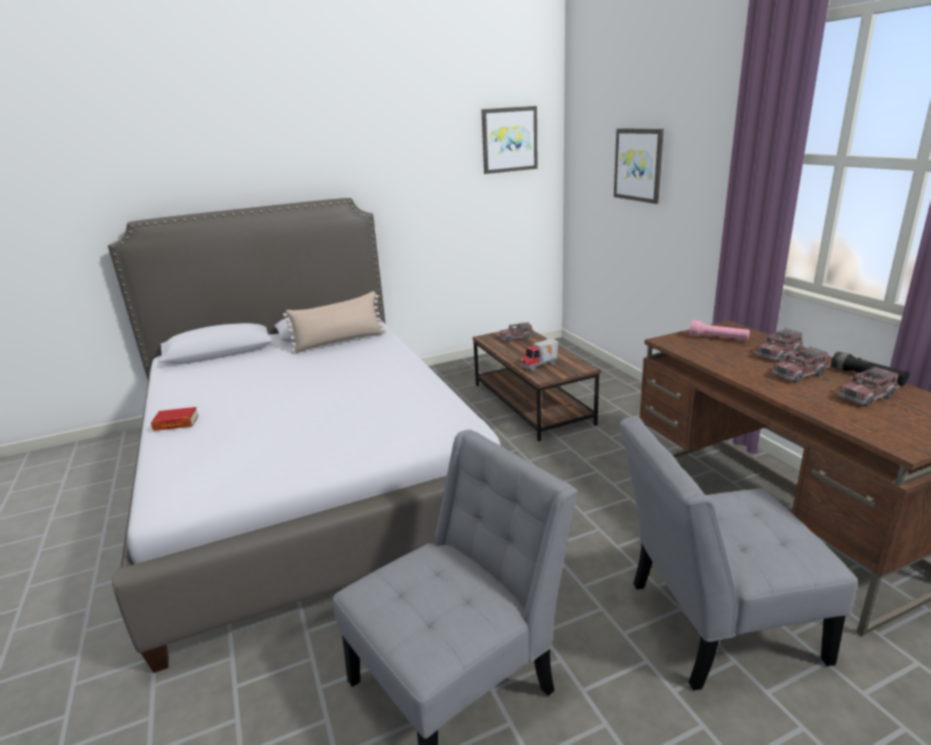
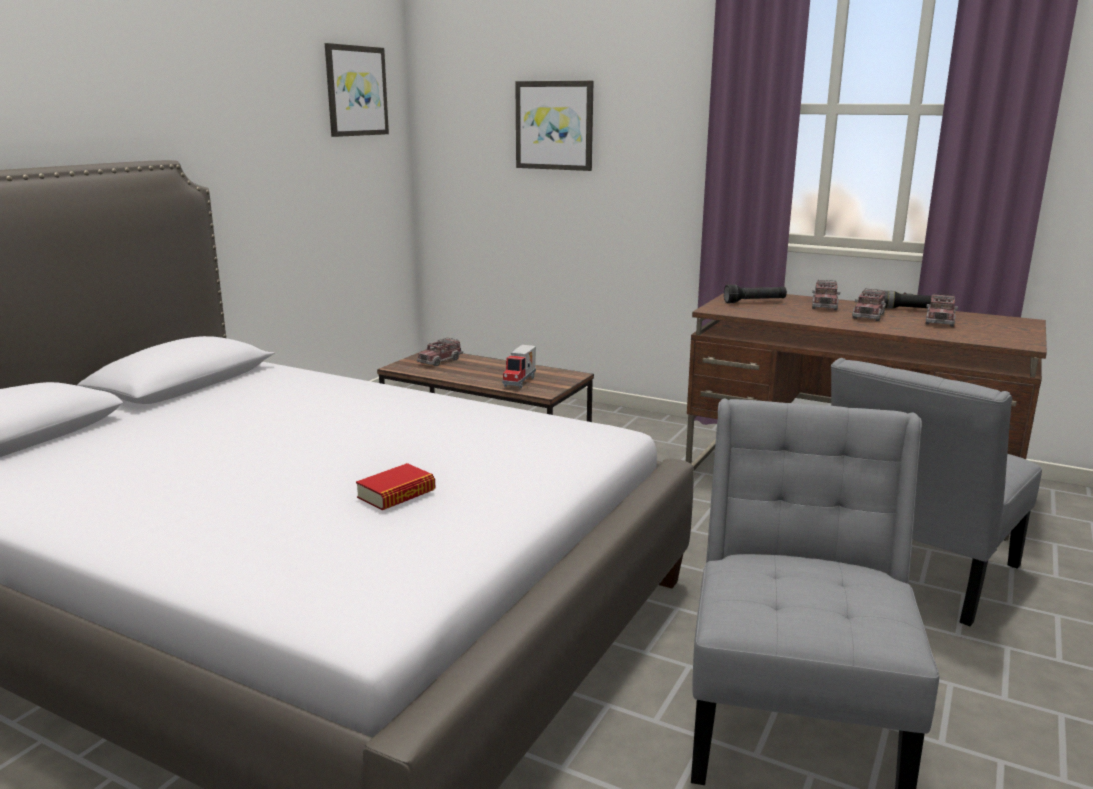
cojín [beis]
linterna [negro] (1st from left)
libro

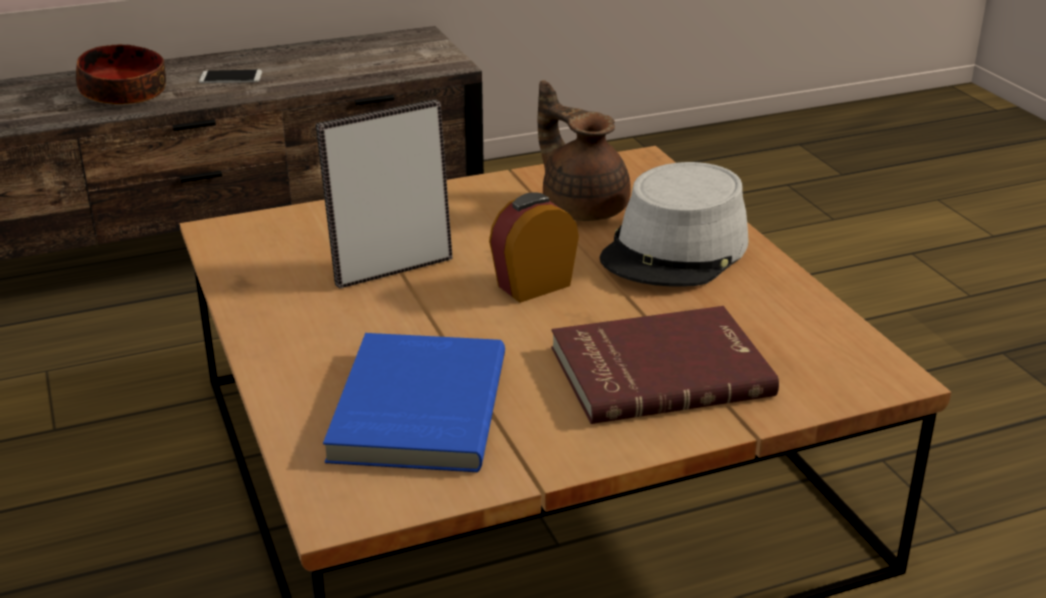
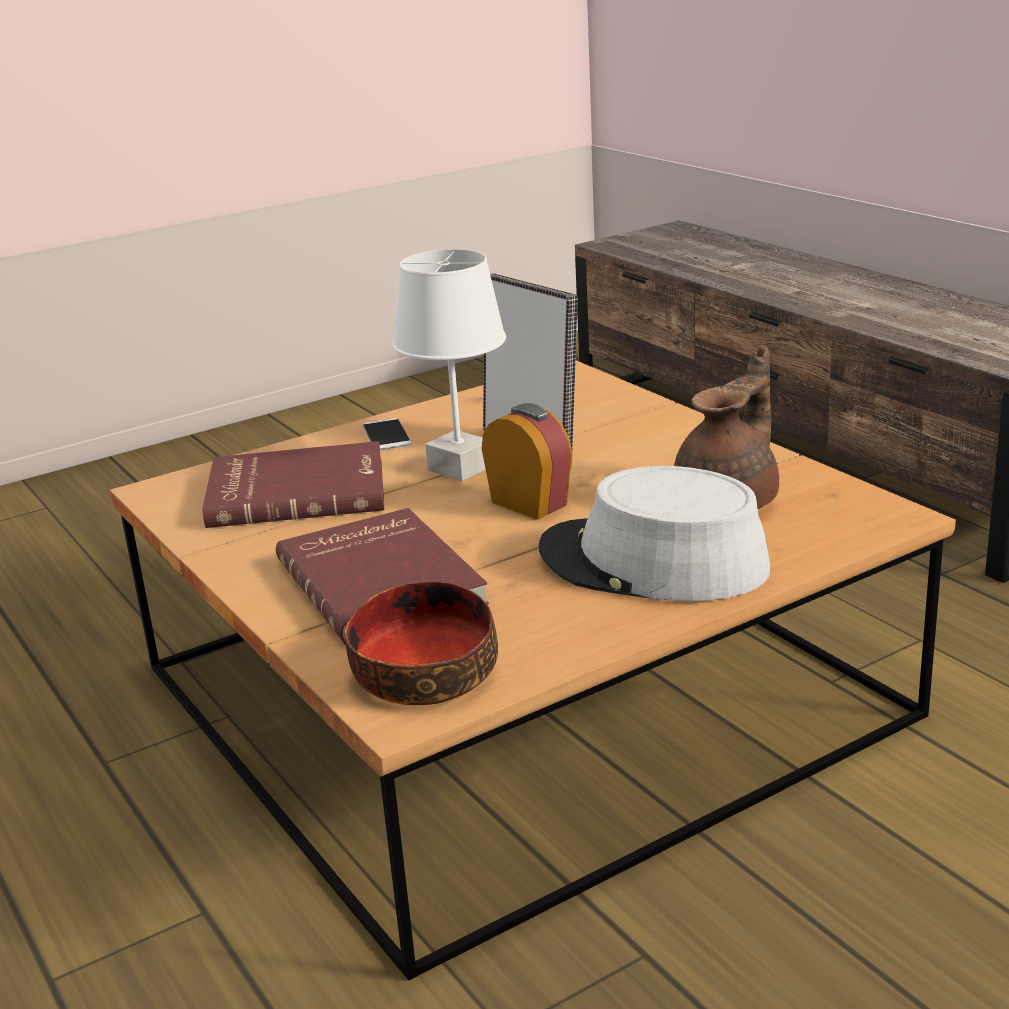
cuenco
móvil
libro [rojo] (1st from left)
lámpara de mesa [blanco]

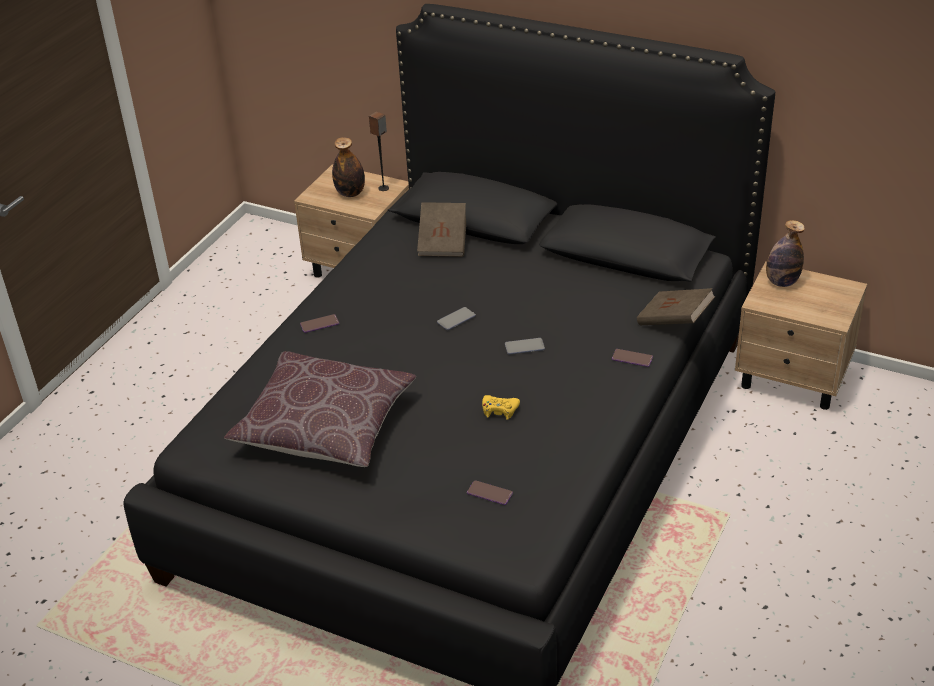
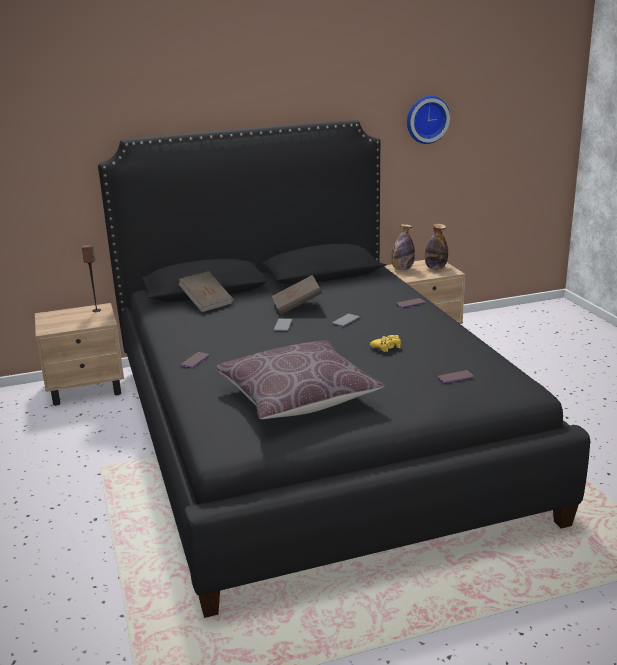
botella (2nd from left)
libro [marrón] (2nd from left)
reloj de pared

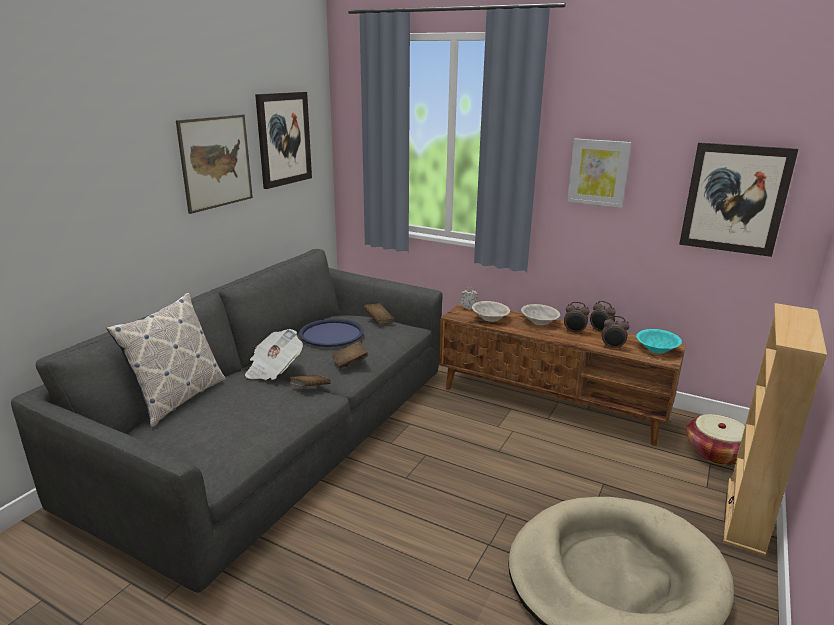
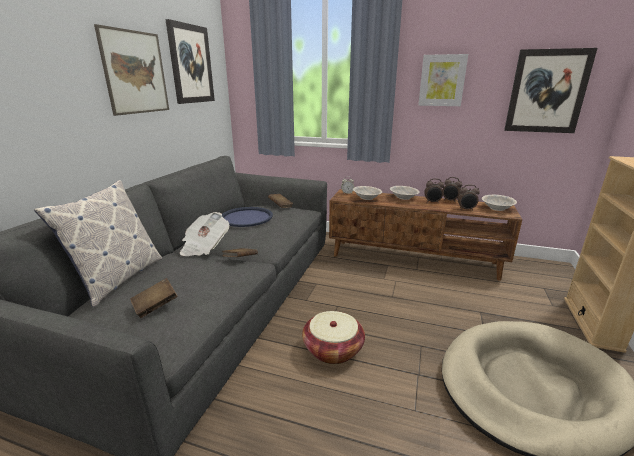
cuenco [beis] (3rd from left)
libro [marrón] (1st from left)
cesta

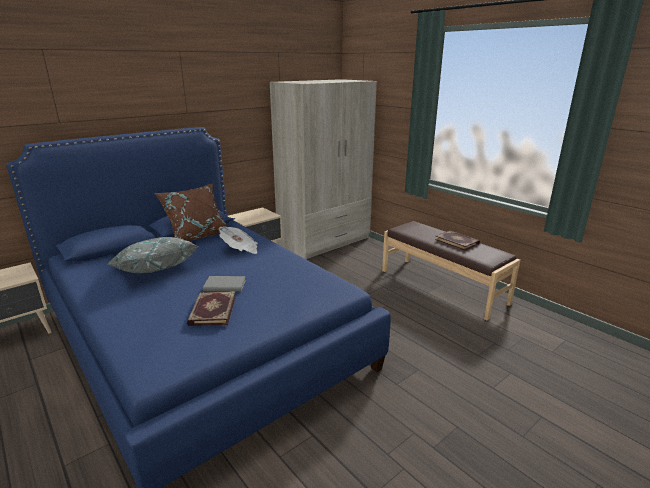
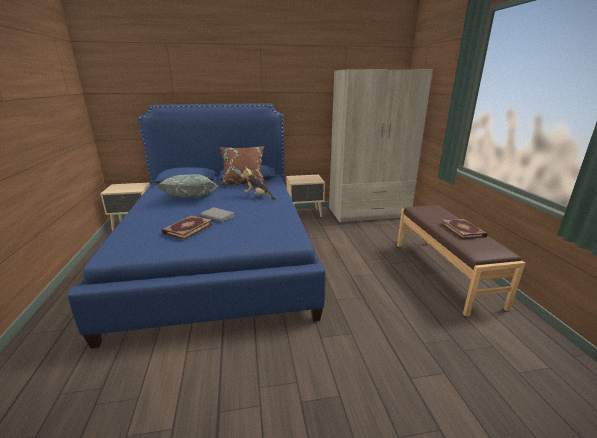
peluche

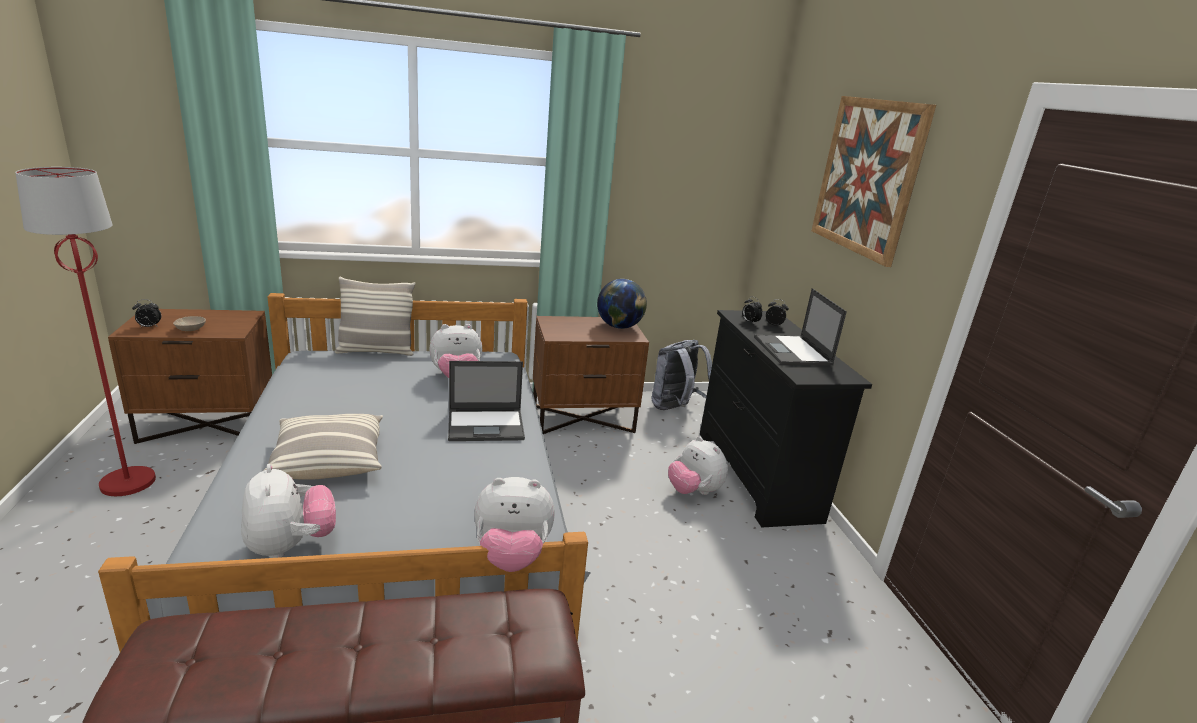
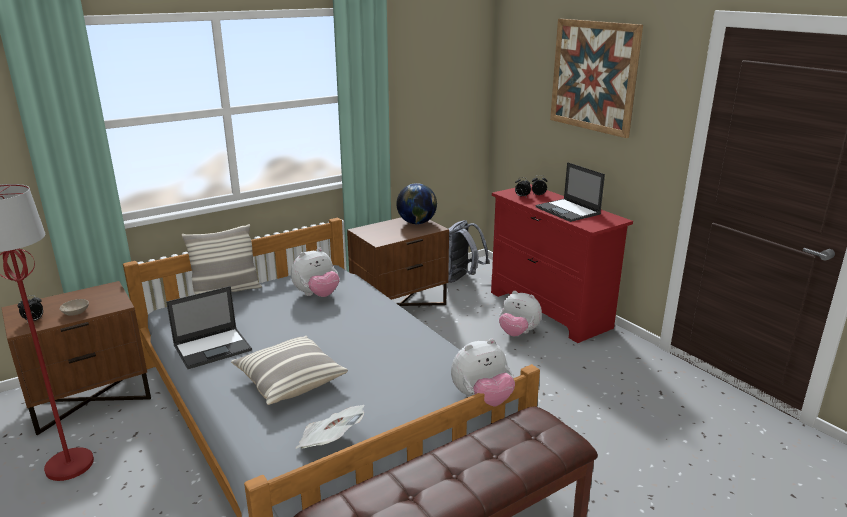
cómoda [rojo]
portátil (1st from left)
periódico

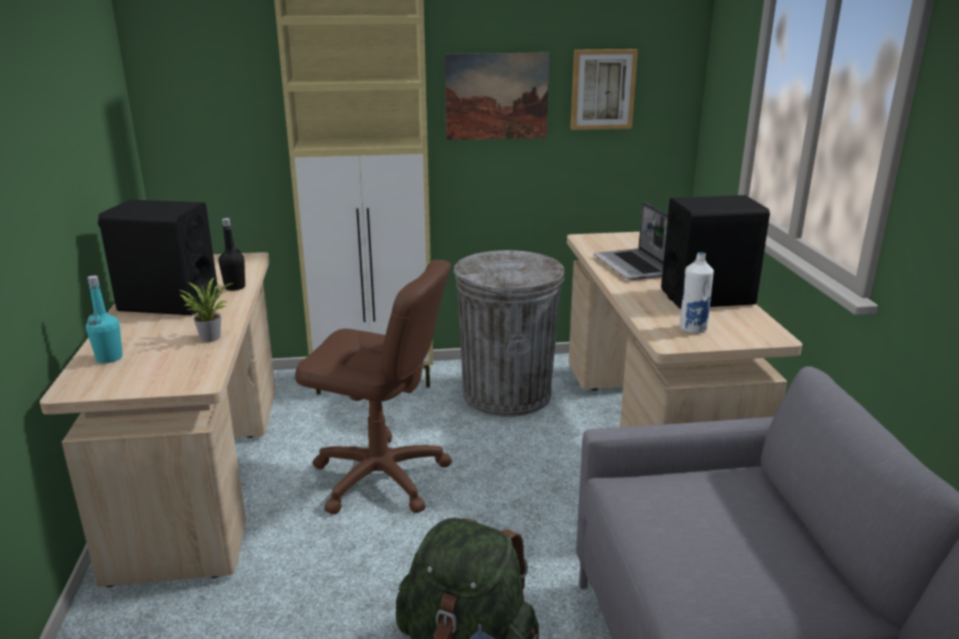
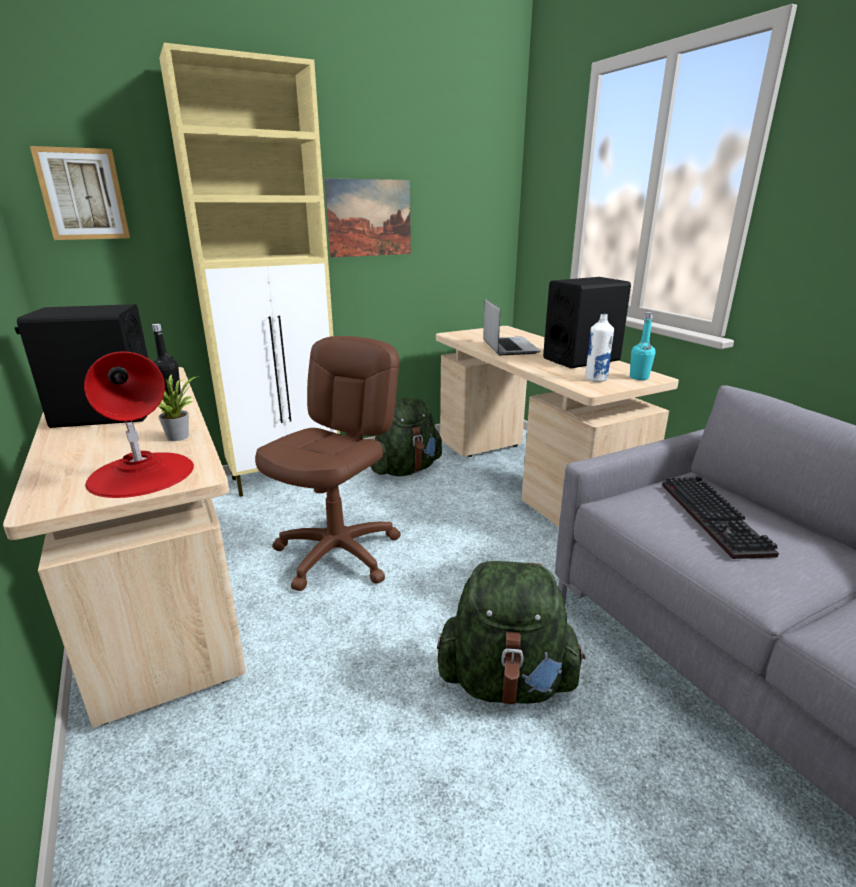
cuadro (1st from left)
portátil
mochila [verde] (1st from left)
silla de oficina [marrón]
botella [turquesa]
lámpara de mesa [rojo]
teclado

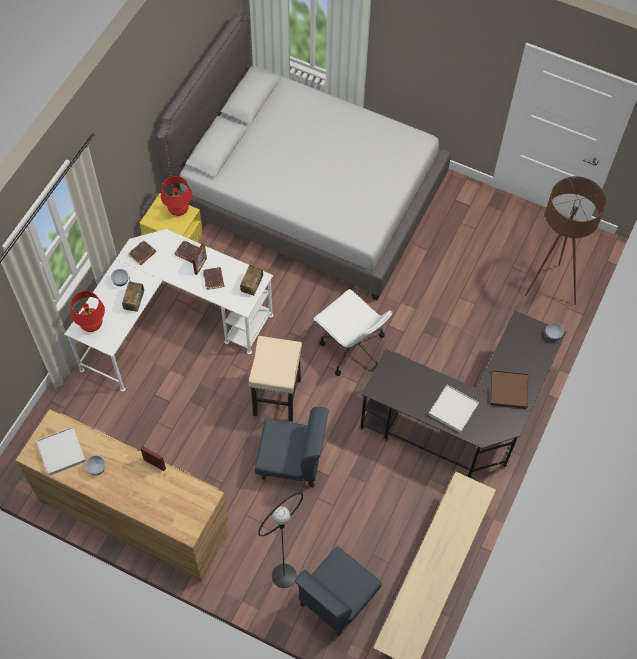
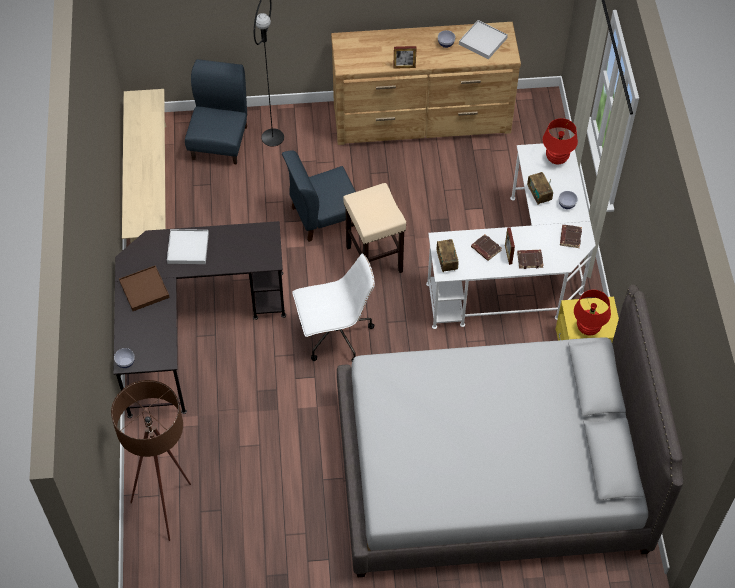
silla de oficina [blanco]

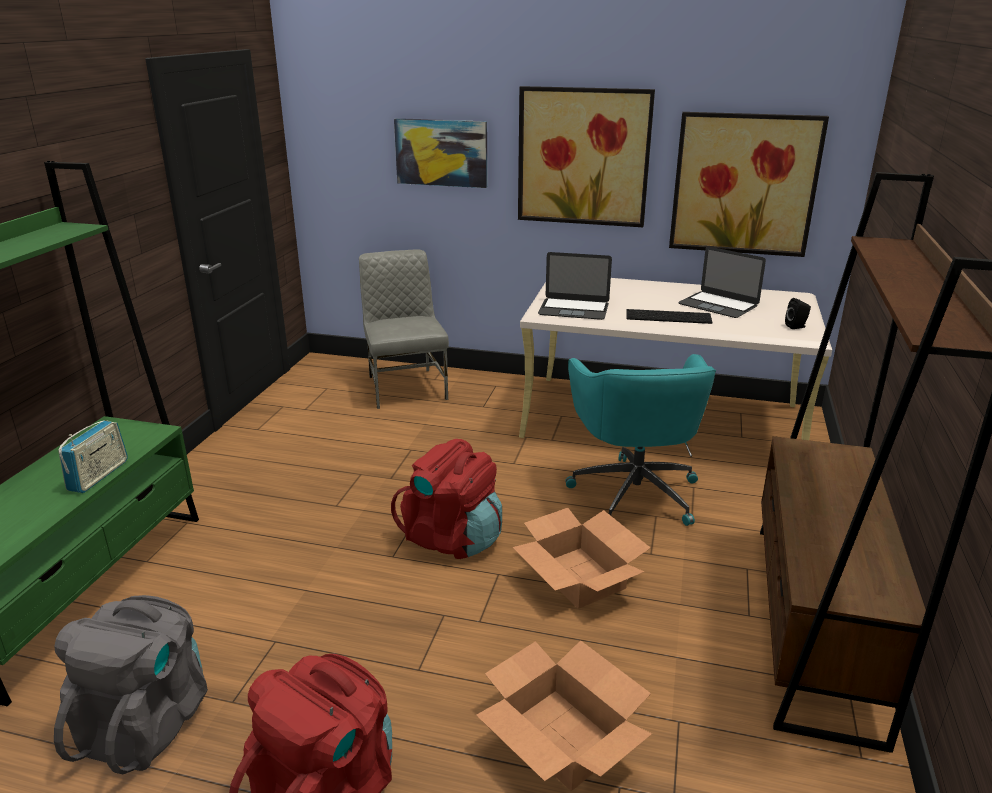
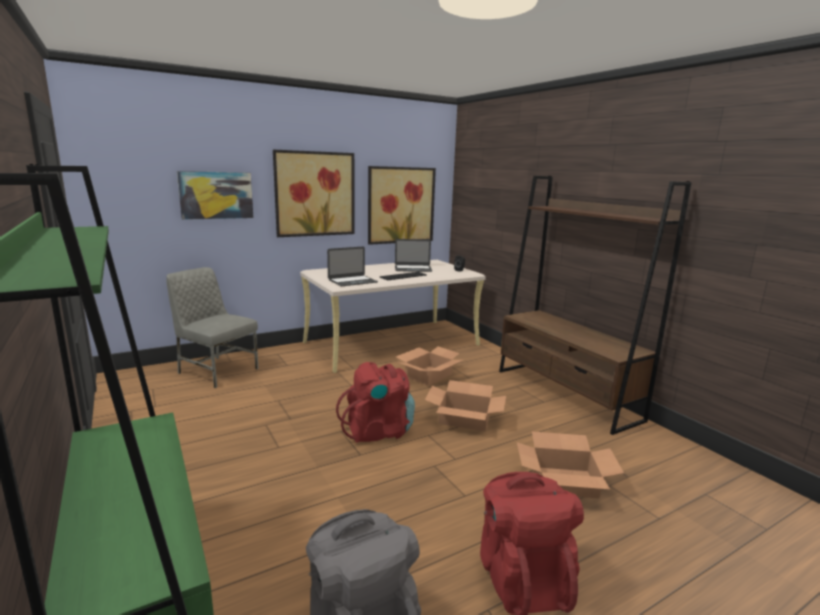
caja de cartón (1st from left)
radio

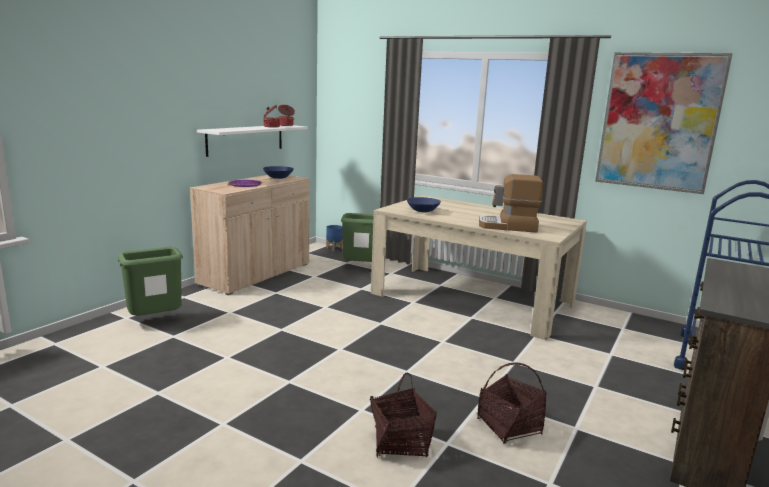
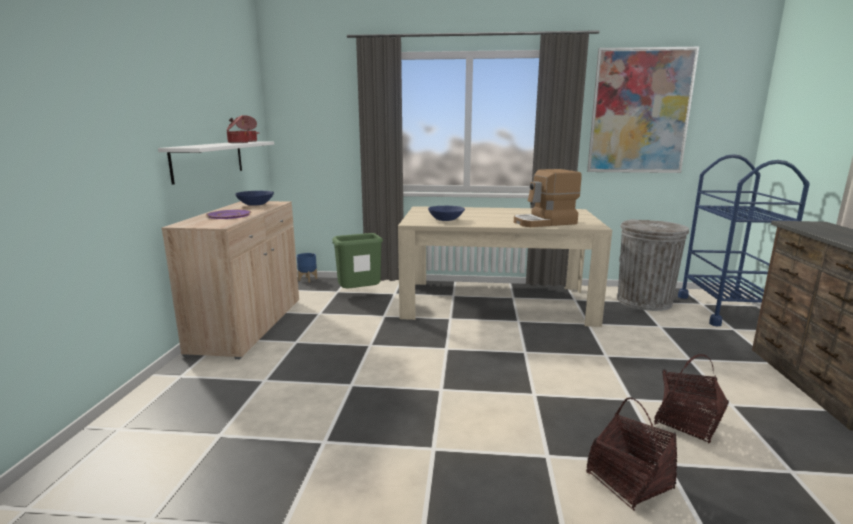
papelera [verde] (1st from left in the first image)
papelera [gris]

